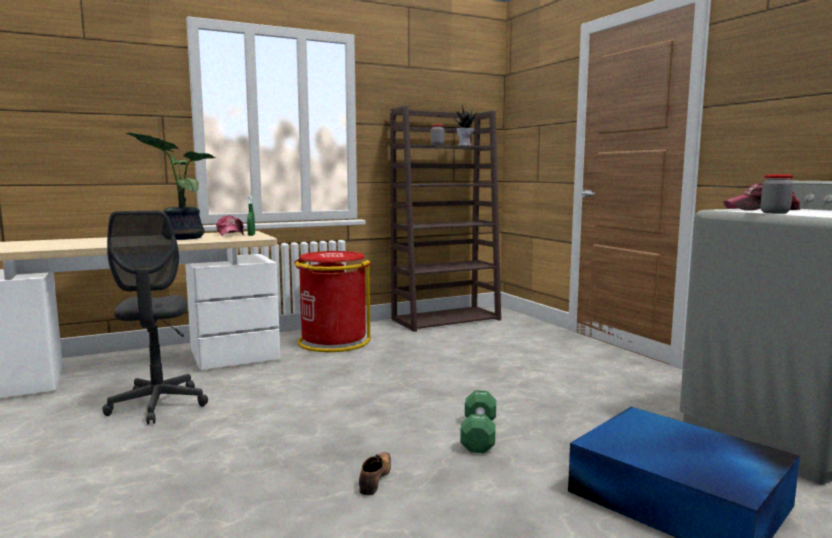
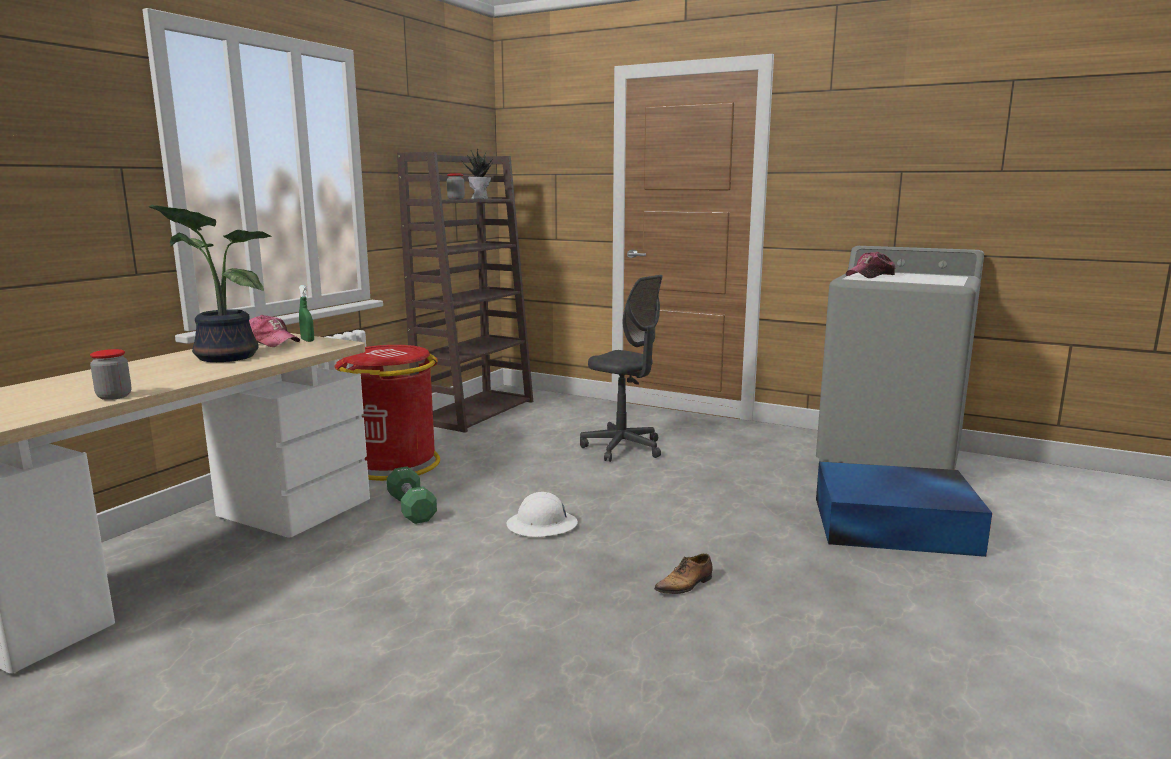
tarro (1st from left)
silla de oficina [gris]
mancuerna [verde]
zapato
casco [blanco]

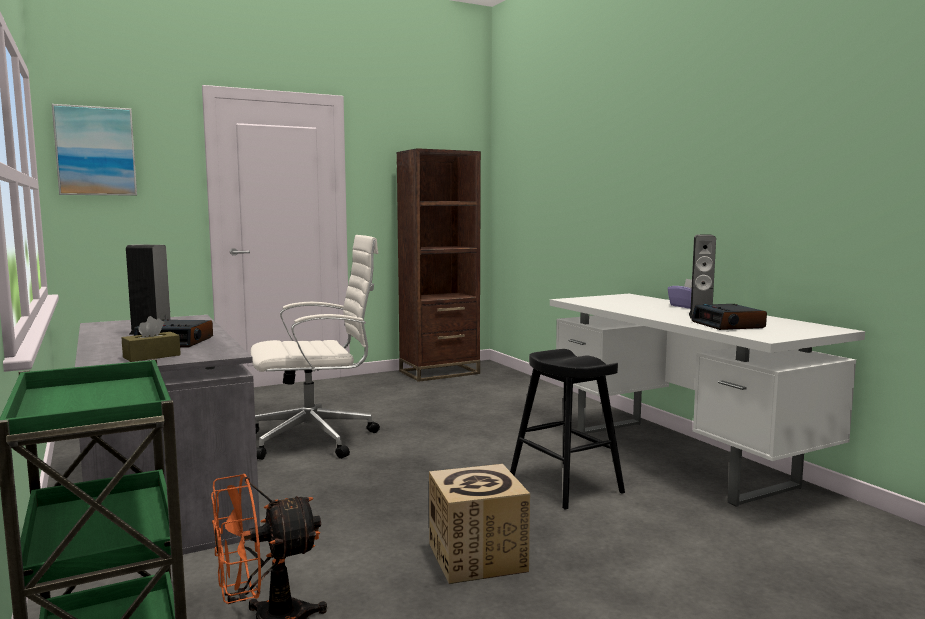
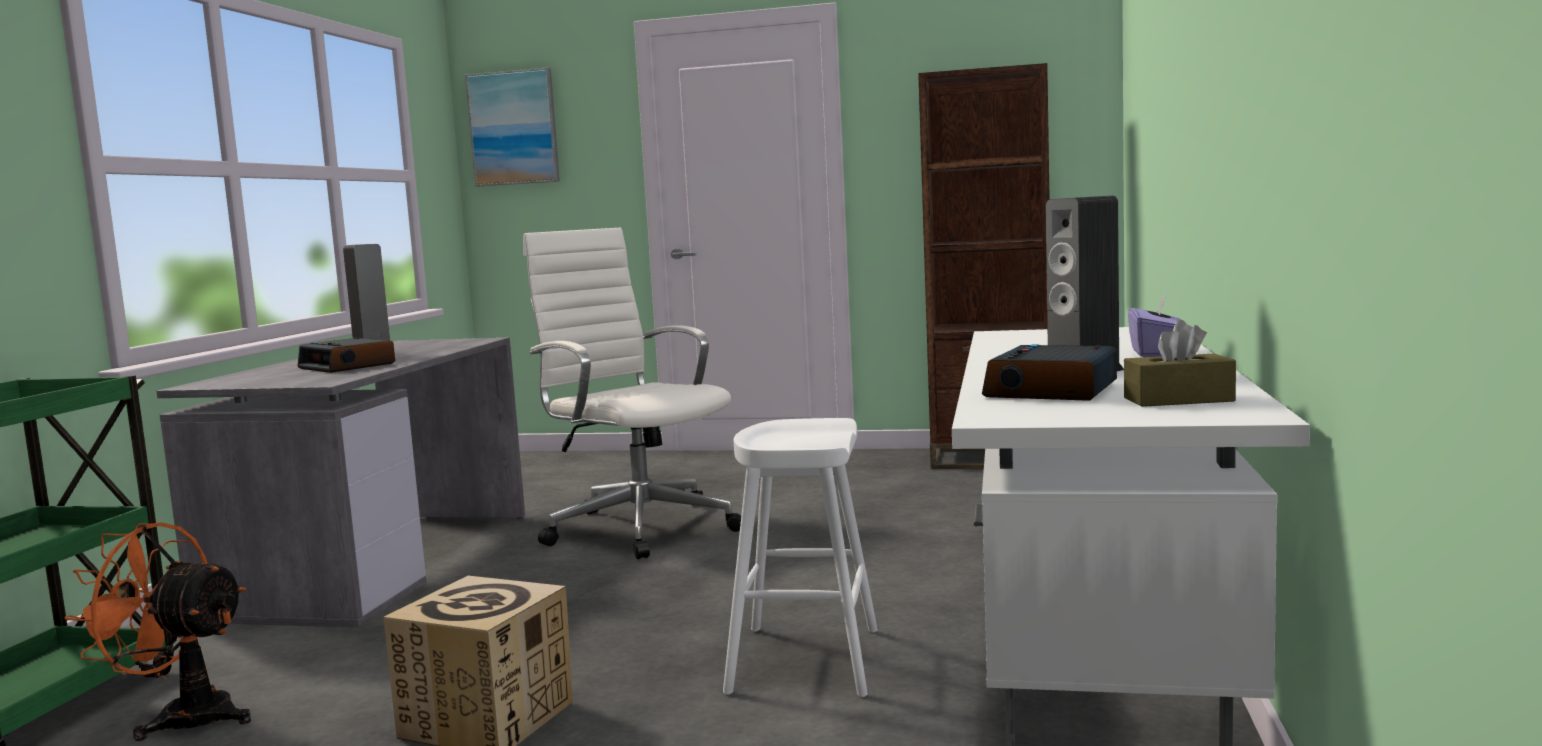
silla de oficina [blanco]
caja de pañuelos [marrón]
taburete [blanco]

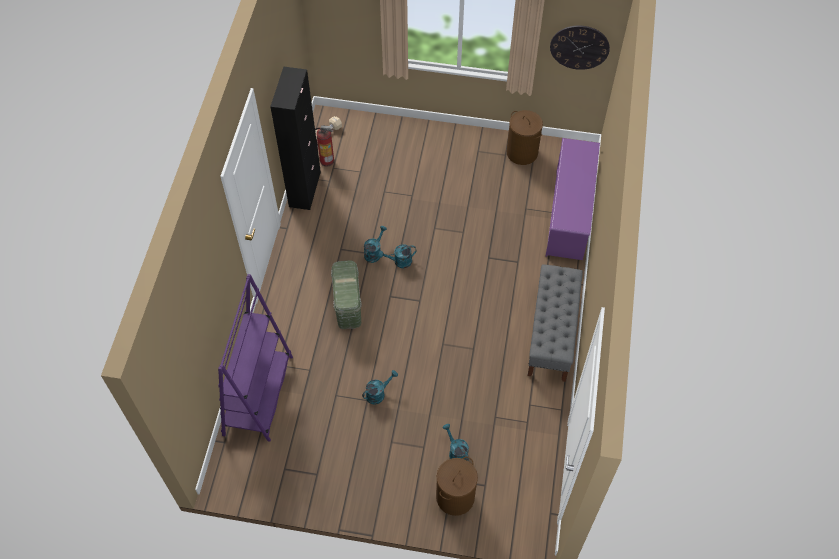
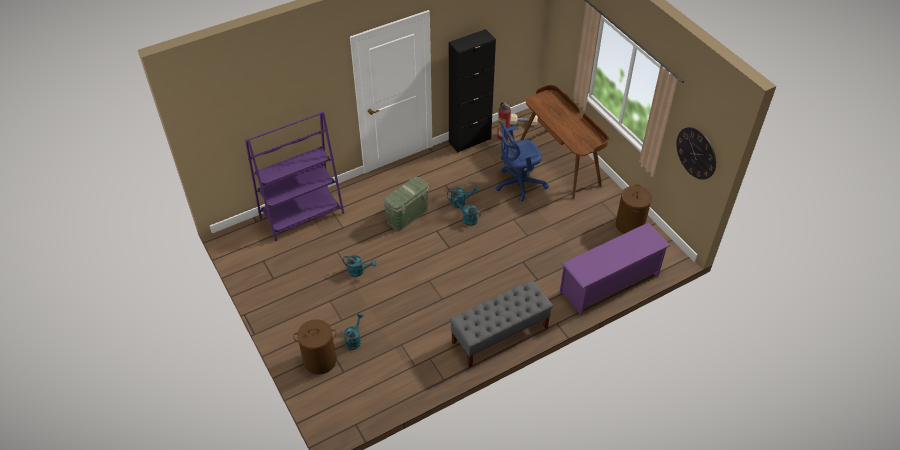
escritorio [marrón]
silla de oficina [azul]

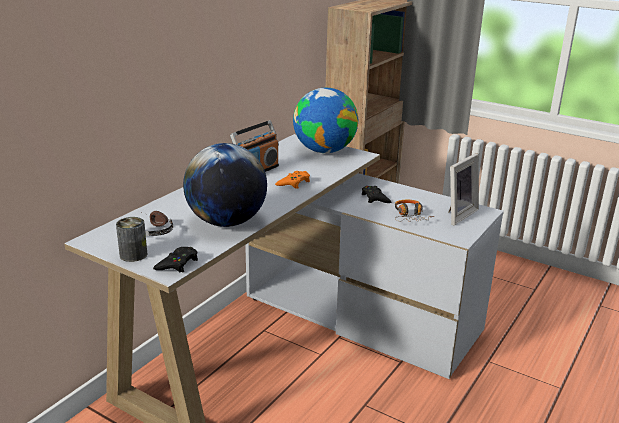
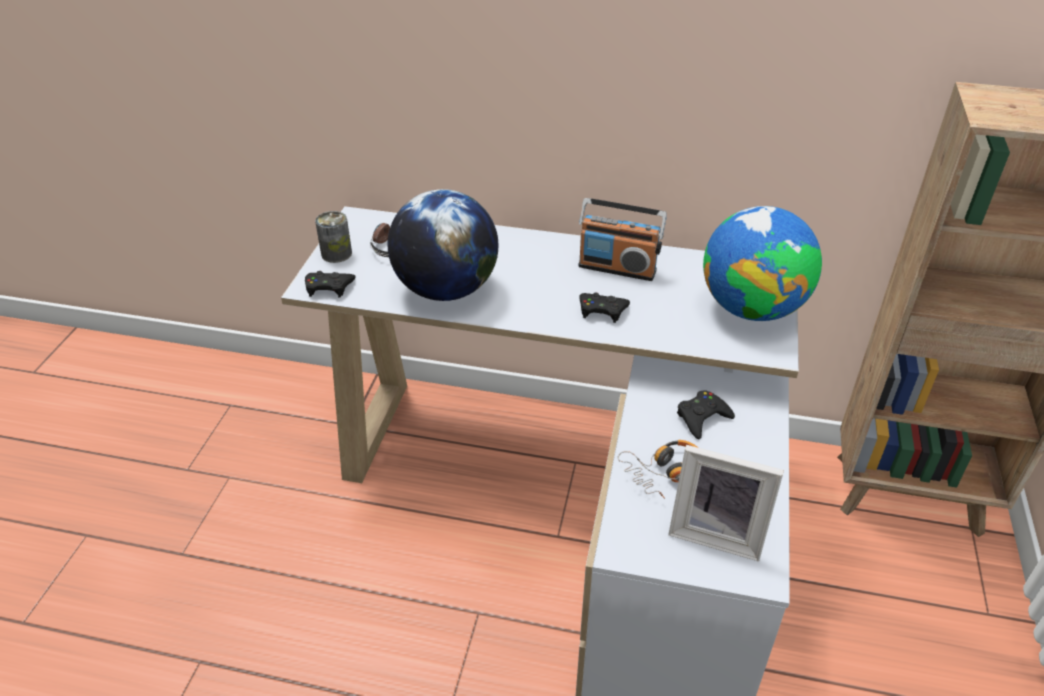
mando de consola [negro] (2nd from left)

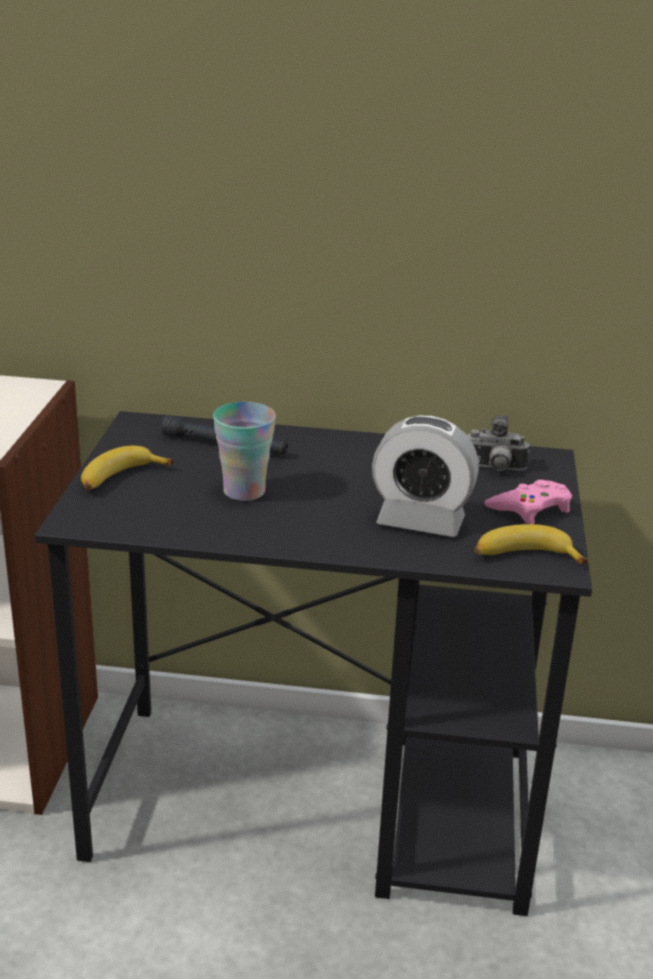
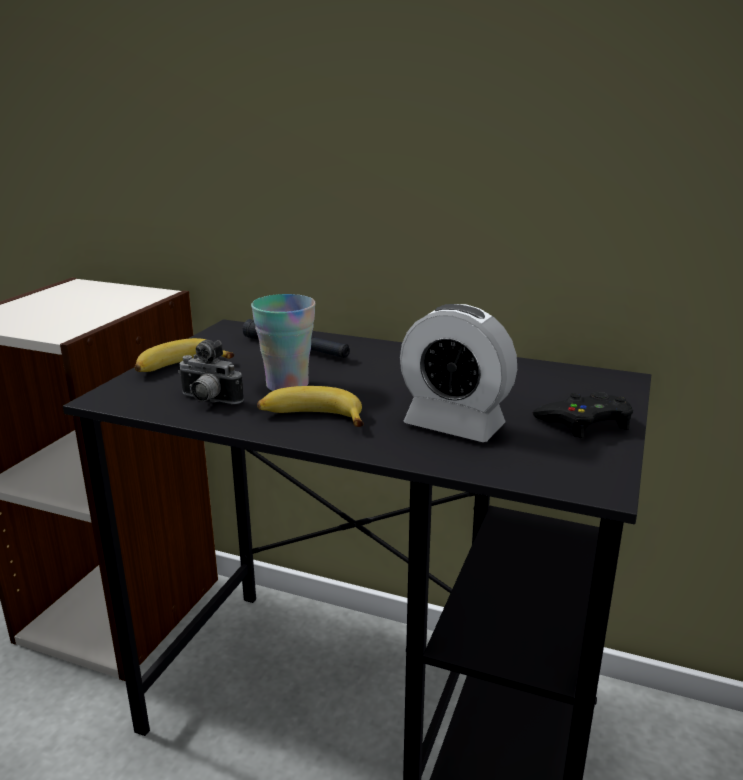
cámara
mando de consola [negro]
plátano (2nd from left)

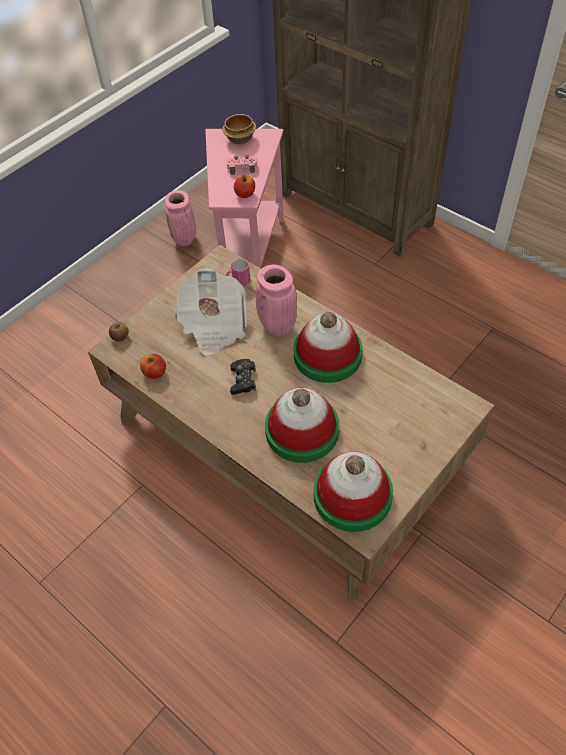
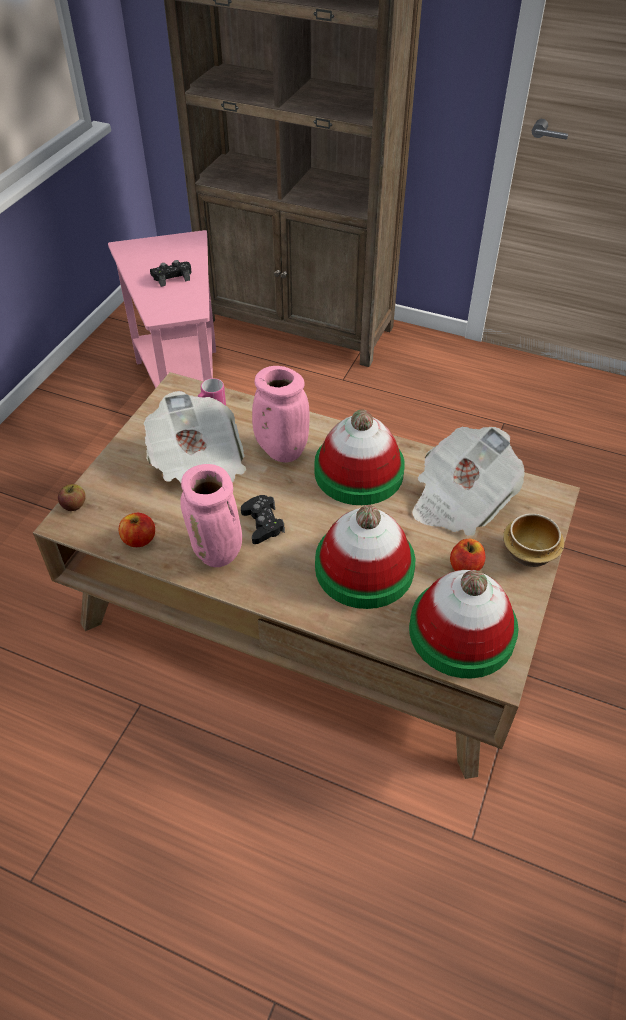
cuenco
mando de consola [negro] (1st from left)
manzana (3rd from left)
florero [rosa] (1st from left)
periódico (2nd from left)

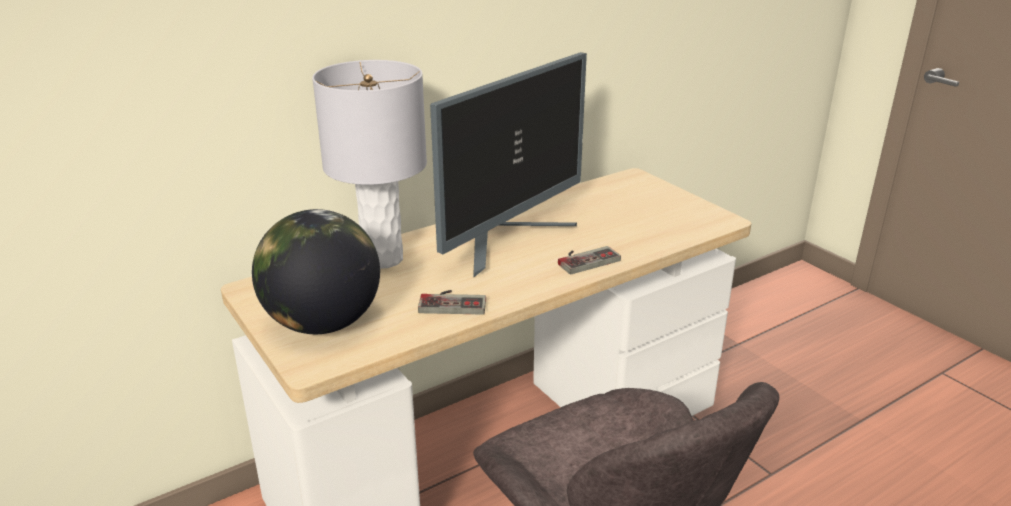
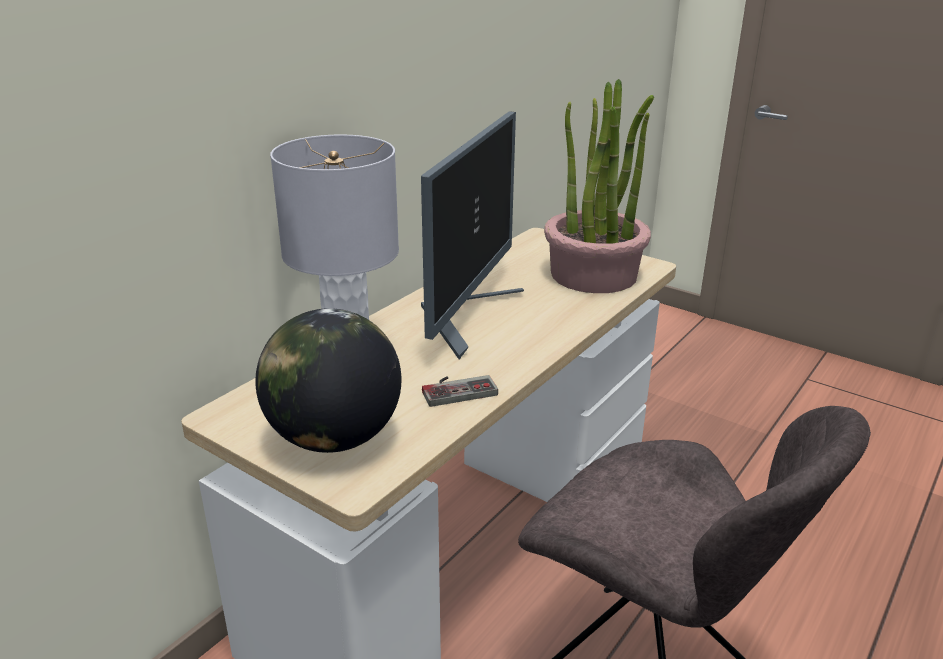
mando de consola (2nd from left in the first image)
planta en maceta

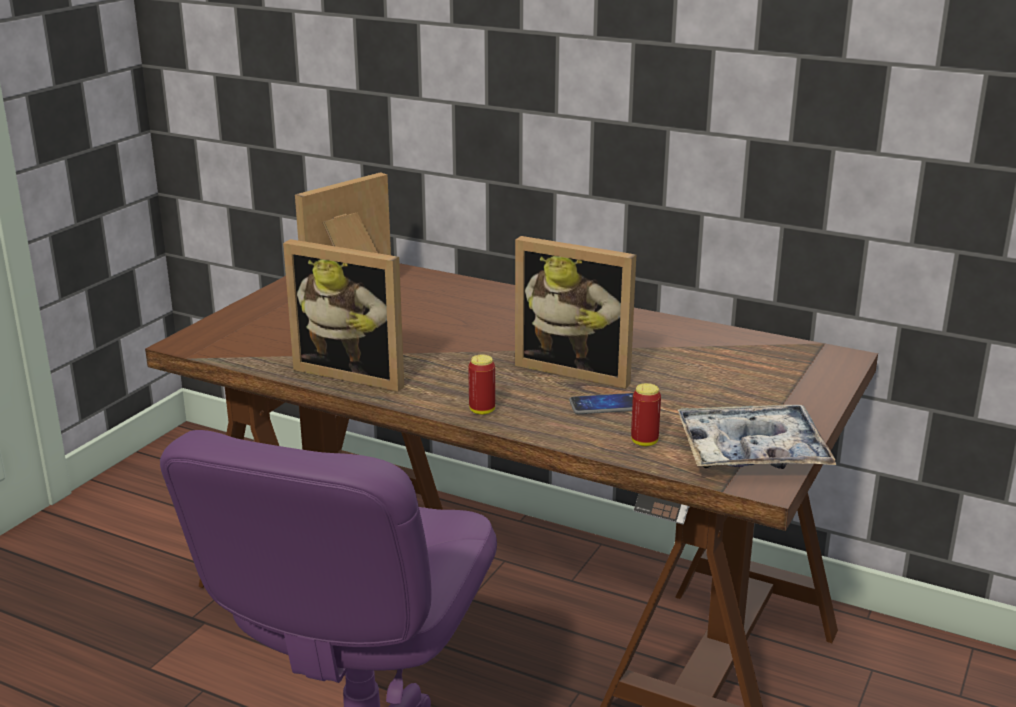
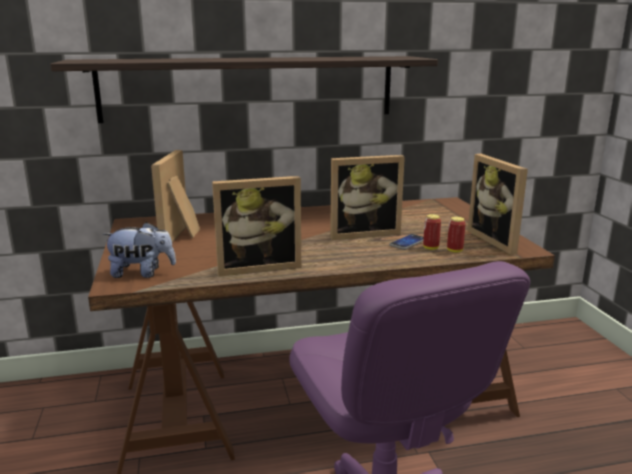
lata (1st from left)
portarretratos (4th from left)
estante
peluche

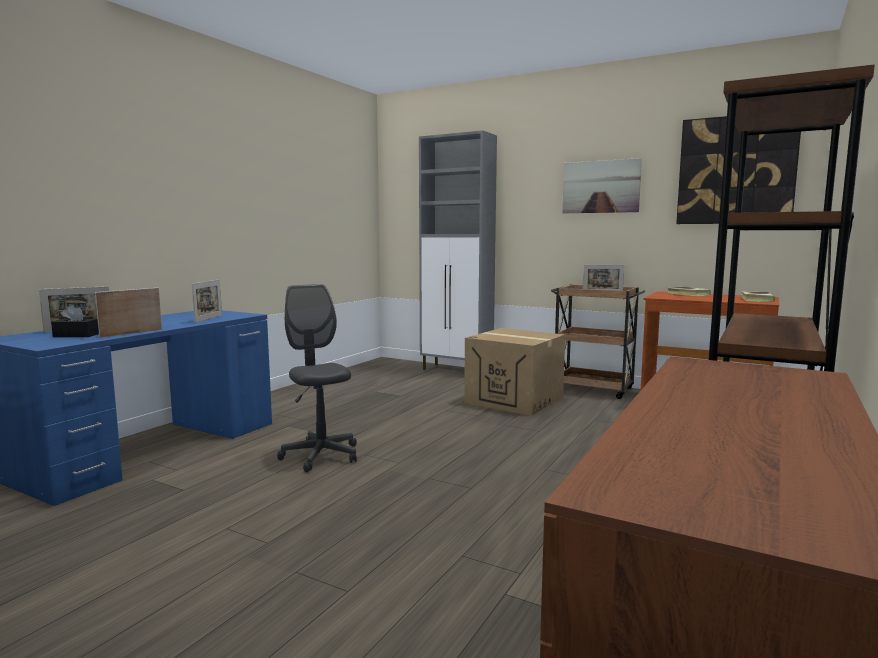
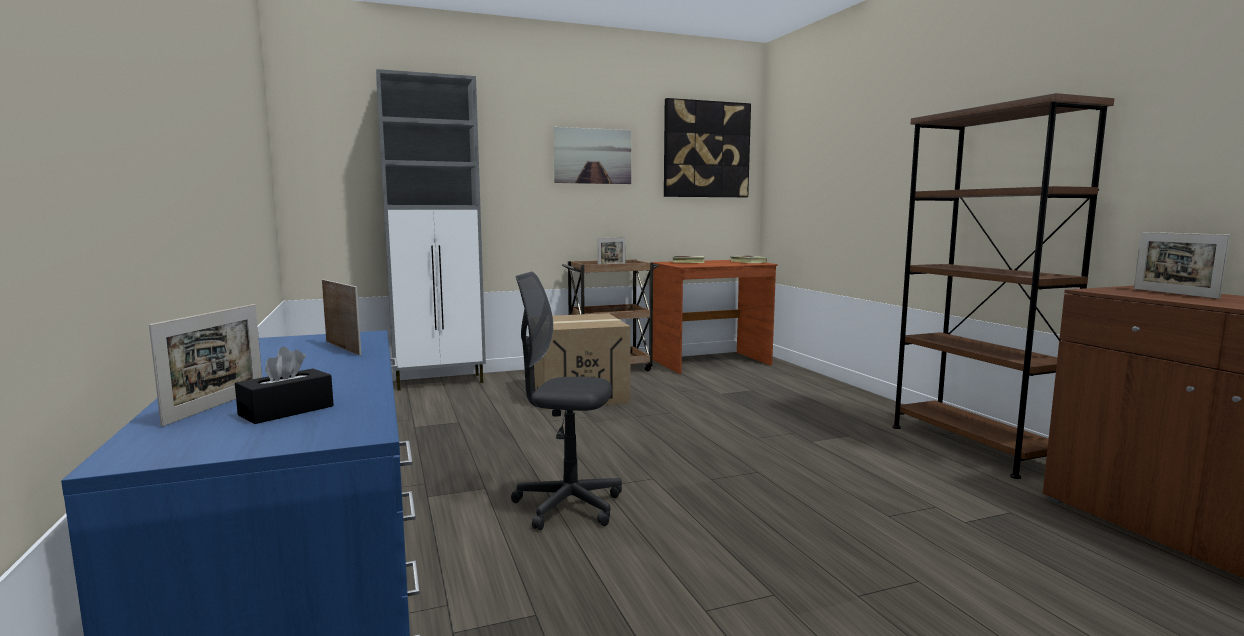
portarretratos (4th from left)

